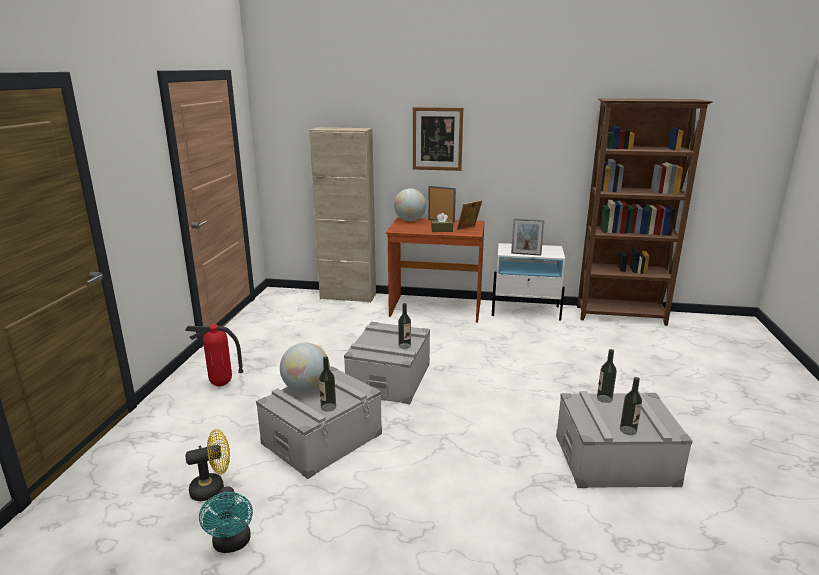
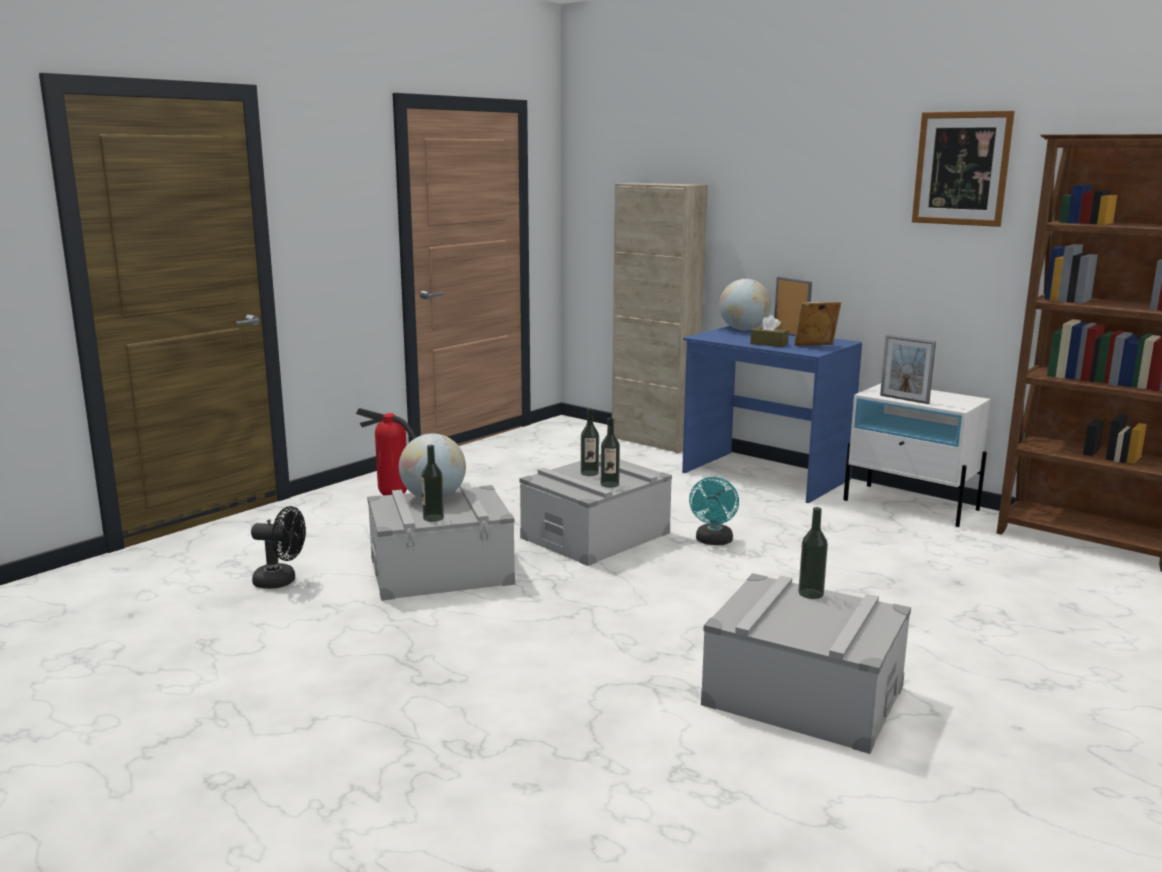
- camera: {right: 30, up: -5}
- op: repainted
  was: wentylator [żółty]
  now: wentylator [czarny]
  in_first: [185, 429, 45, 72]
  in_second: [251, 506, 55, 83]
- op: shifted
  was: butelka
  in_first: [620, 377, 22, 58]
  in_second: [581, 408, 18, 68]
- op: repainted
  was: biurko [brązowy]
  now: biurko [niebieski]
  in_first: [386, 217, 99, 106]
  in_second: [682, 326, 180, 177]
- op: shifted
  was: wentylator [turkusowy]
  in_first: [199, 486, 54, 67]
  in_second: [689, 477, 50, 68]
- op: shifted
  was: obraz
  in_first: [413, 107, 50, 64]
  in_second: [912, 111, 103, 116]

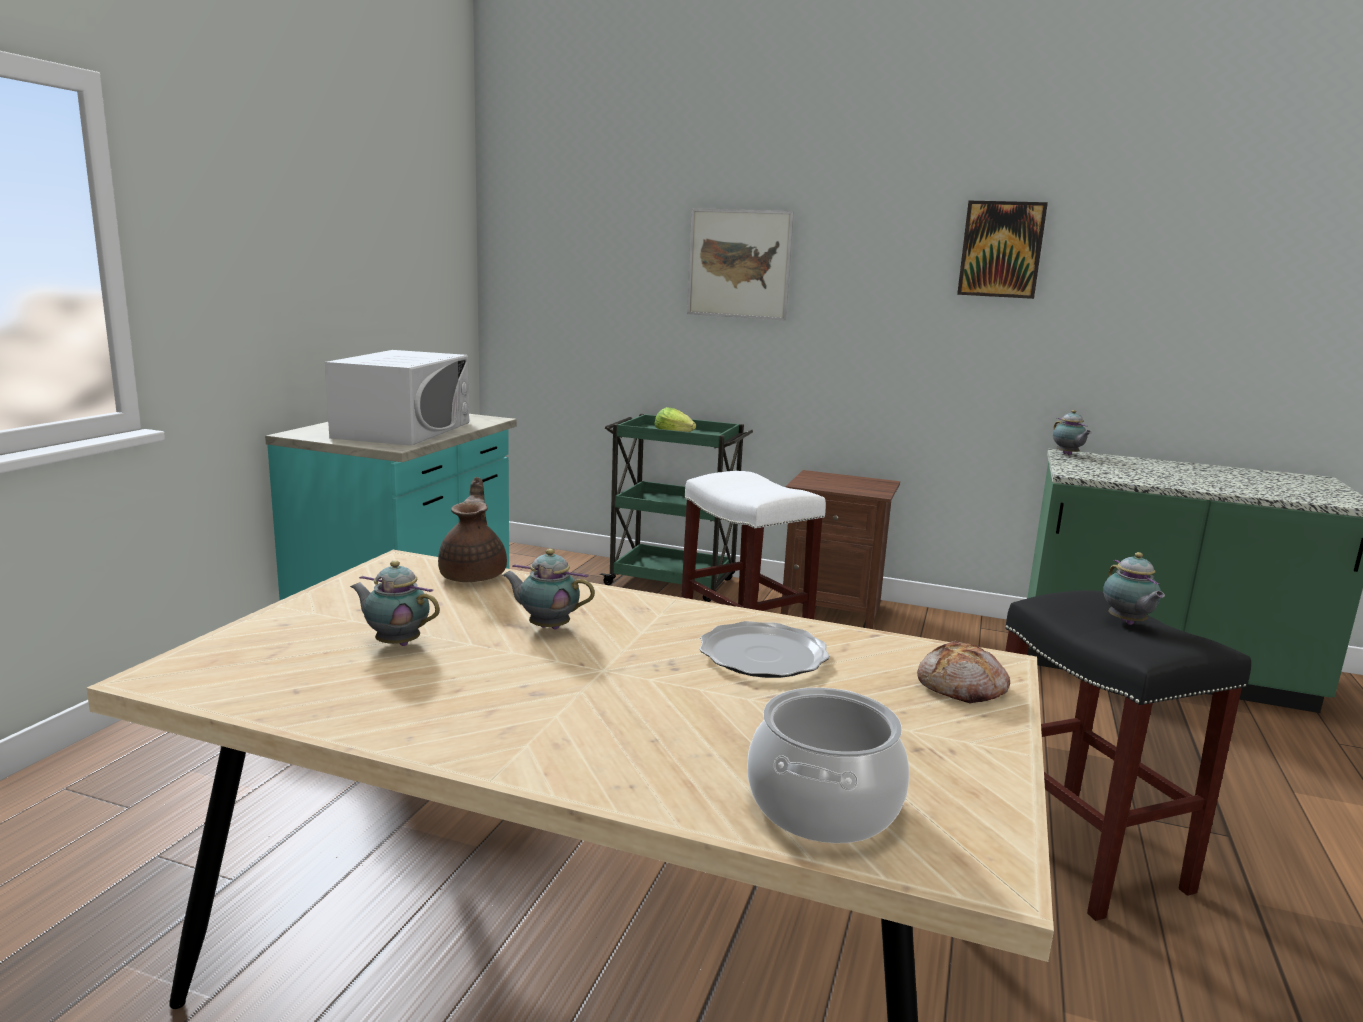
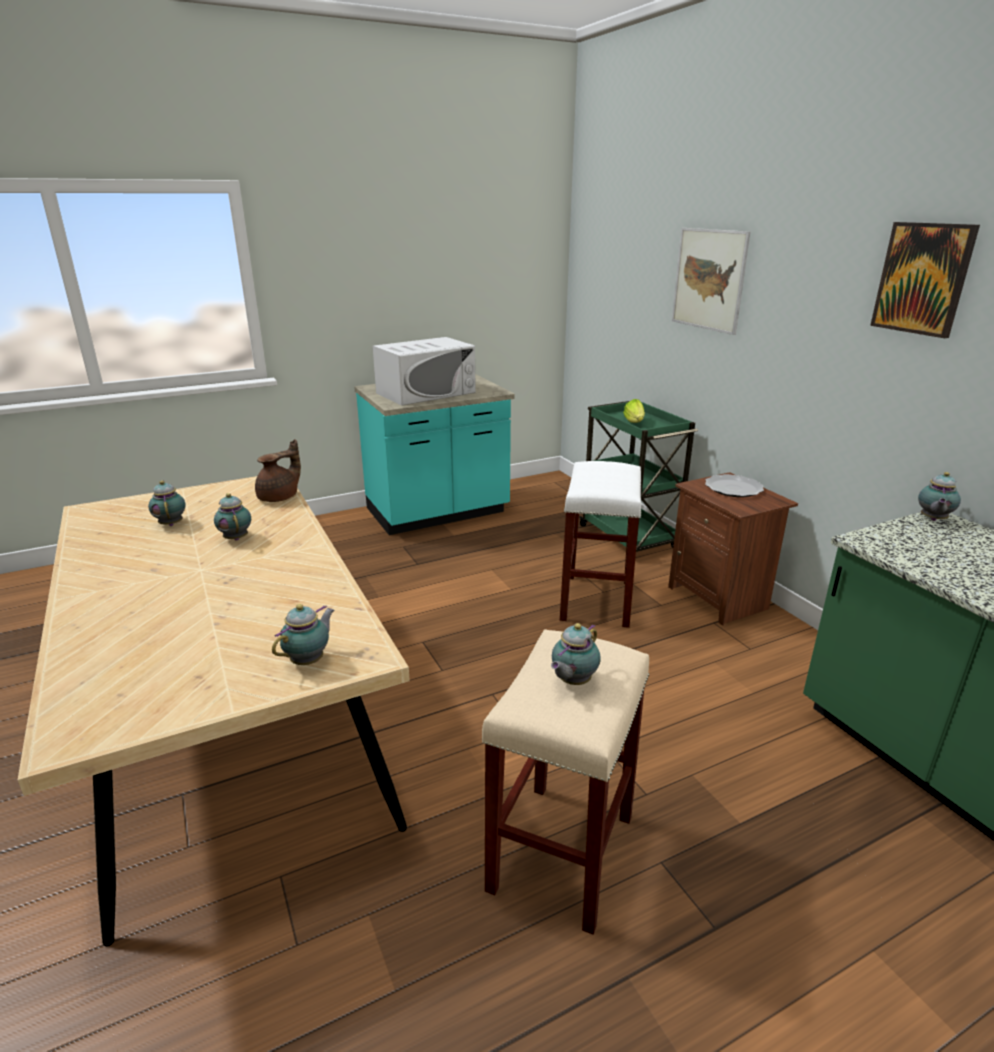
- camera: {right: 45, up: 10}
- op: swapped
  was: chleb
  now: imbryk
  in_first: [917, 641, 93, 63]
  in_second: [272, 604, 62, 61]
- op: repainted
  was: stołek [czarny]
  now: stołek [beżowy]
  in_first: [1005, 590, 246, 331]
  in_second: [482, 630, 167, 305]
- op: shifted
  was: talerz
  in_first: [700, 621, 130, 57]
  in_second: [705, 474, 59, 23]
- op: gone
  was: garnek
  in_first: [747, 687, 162, 157]

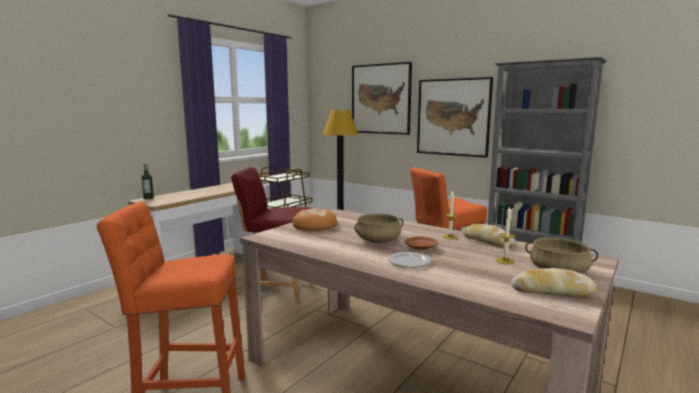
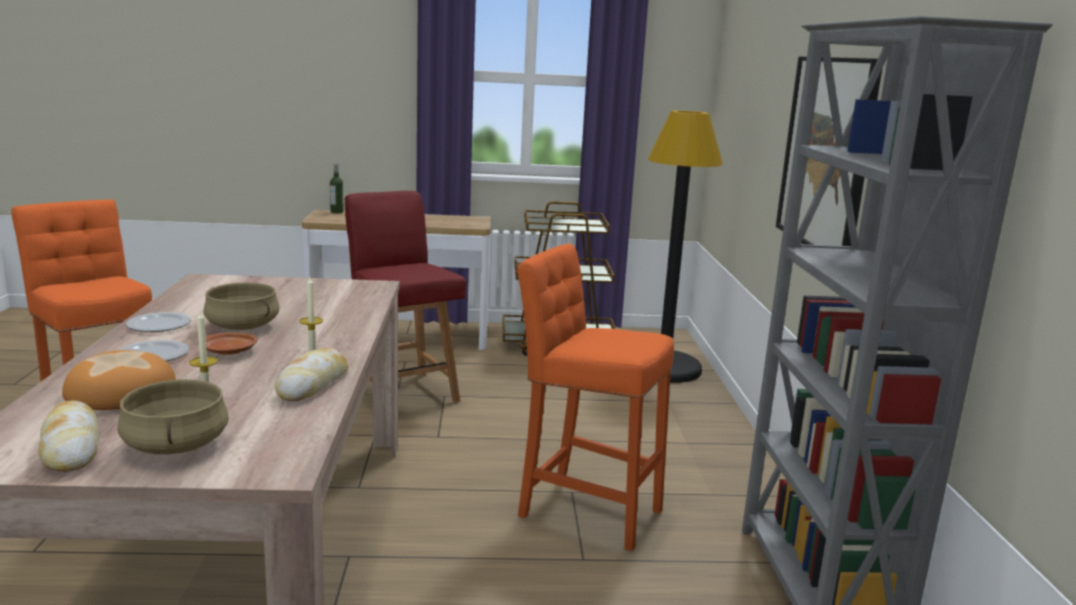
- camera: {right: 50, up: 5}
- op: shifted
  was: chleb
  in_first: [292, 208, 45, 23]
  in_second: [62, 350, 114, 60]
- op: new
  now: talerz
  in_second: [126, 312, 65, 20]
- op: gone
  was: obraz
  in_first: [352, 62, 60, 73]

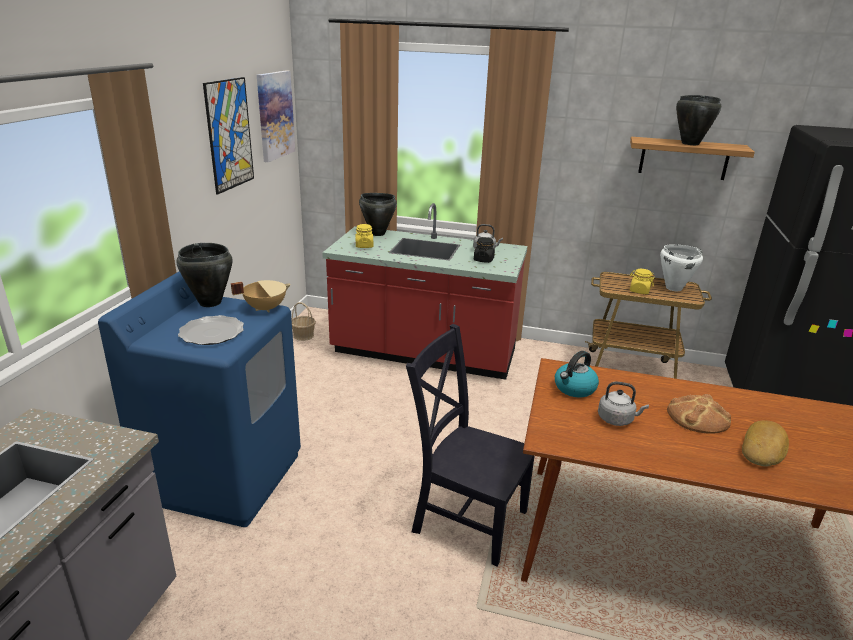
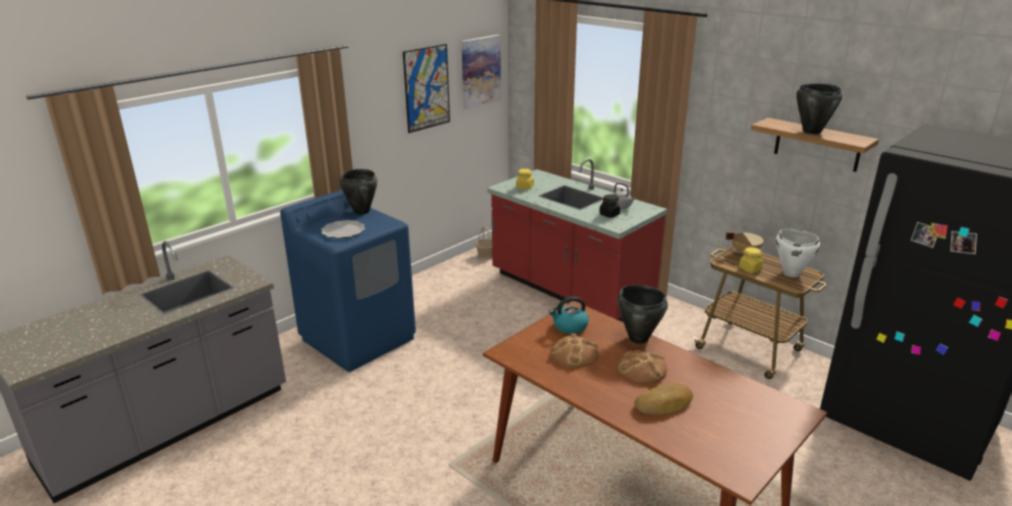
- camera: {right: 30, up: 0}
- op: swapped
  was: czajnik [szary]
  now: chleb
  in_first: [598, 382, 51, 44]
  in_second: [550, 333, 49, 35]
- op: shifted
  was: garnek [czarny]
  in_first: [359, 193, 38, 43]
  in_second: [617, 285, 51, 59]
- op: shifted
  was: garnek [beżowy]
  in_first: [231, 280, 60, 33]
  in_second: [726, 232, 41, 21]
- op: gone
  was: krzesło [czarny]
  in_first: [406, 324, 129, 242]

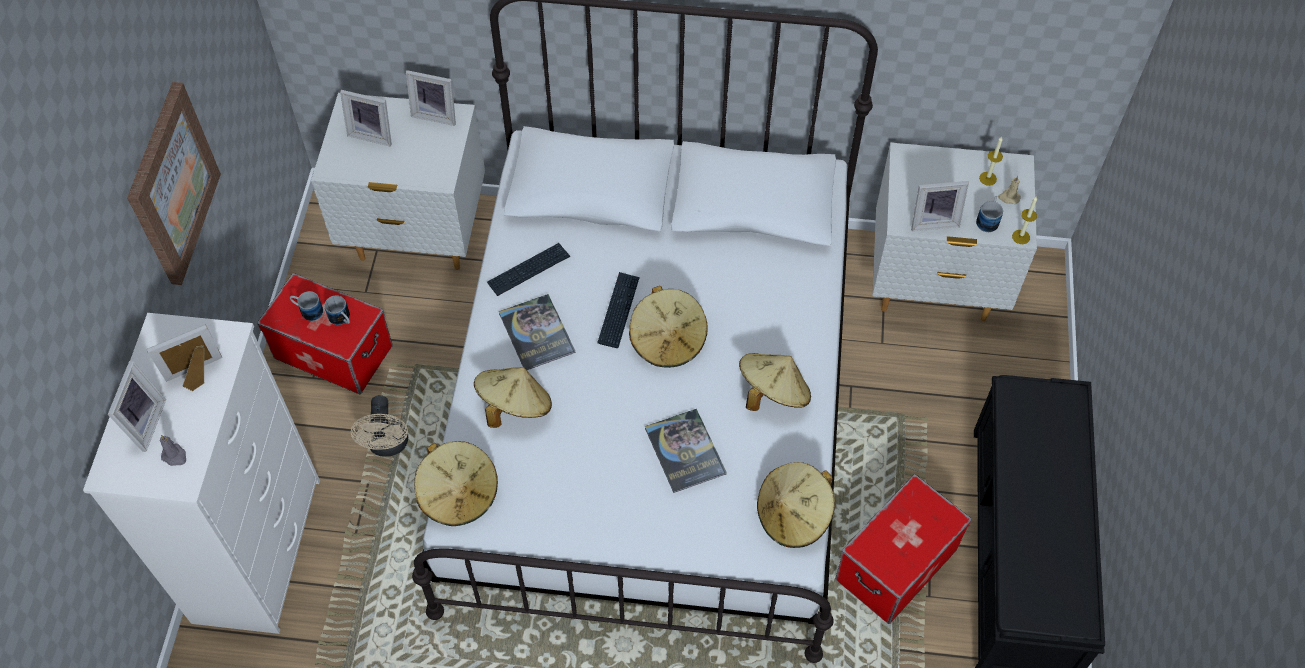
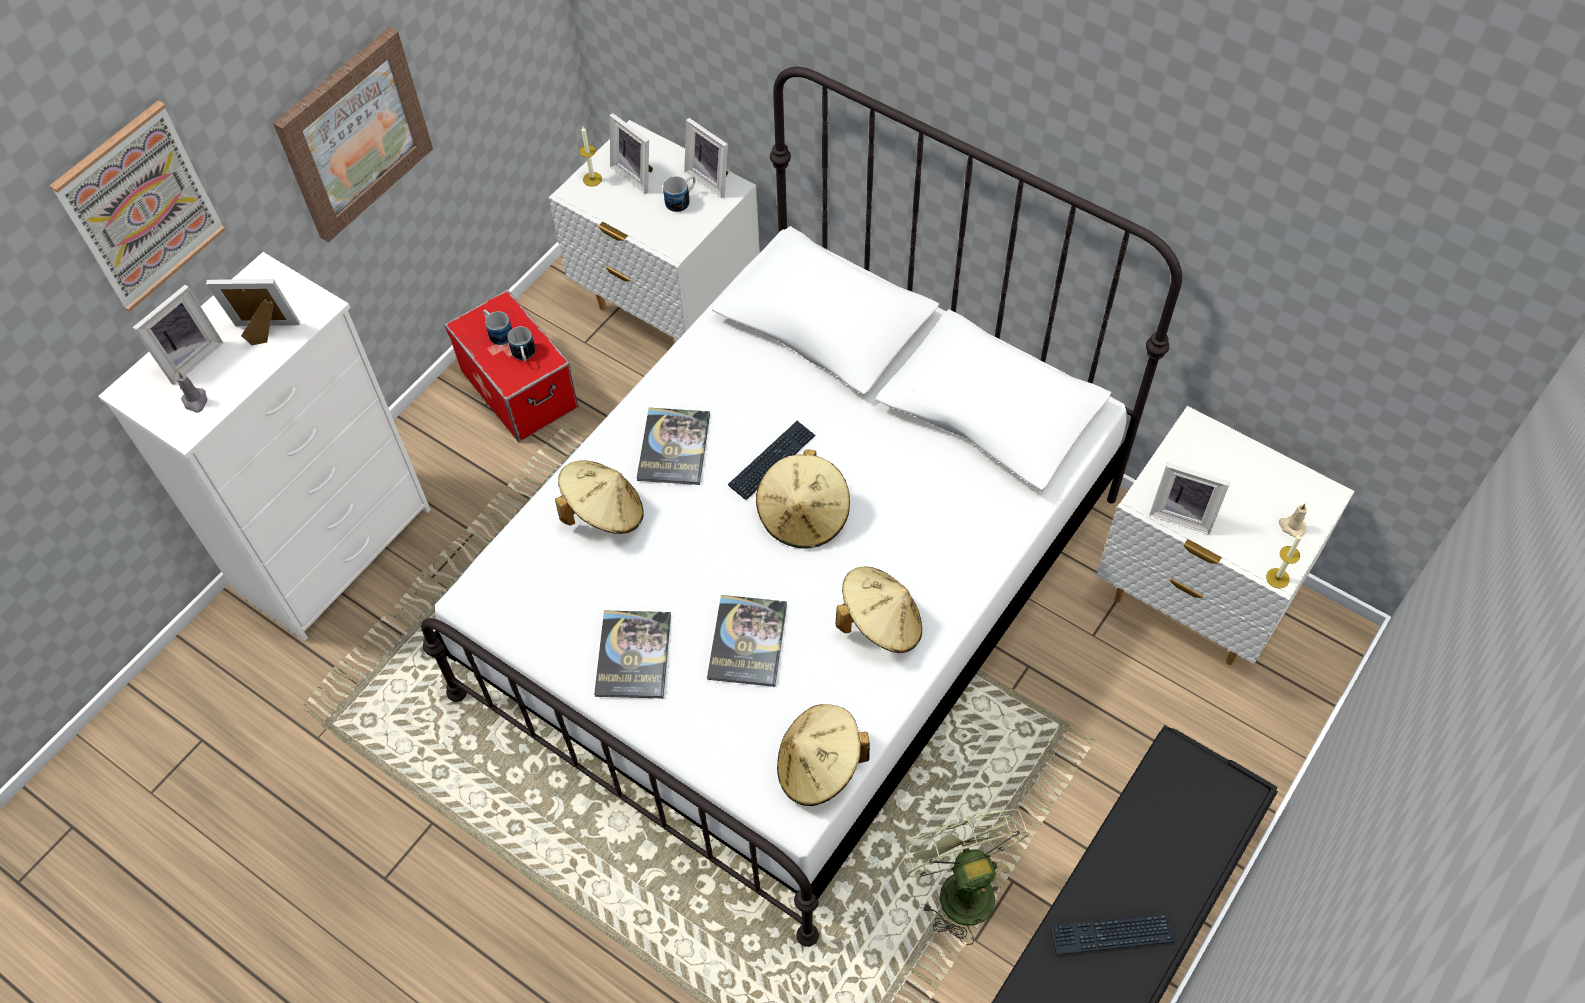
- camera: {right: 30, up: 0}
- op: new
  now: obraz
  in_second: [49, 100, 177, 212]
- op: shifted
  was: świeca
  in_first: [979, 137, 24, 49]
  in_second: [579, 127, 23, 60]
- op: new
  now: książka
  in_second: [594, 610, 77, 88]
- op: shifted
  was: kubek
  in_first: [976, 196, 27, 36]
  in_second: [663, 176, 33, 36]
- op: swapped
  was: pojemnik do przechowywania
  now: wentylator [zielony]
  in_first: [835, 474, 137, 150]
  in_second: [902, 809, 127, 136]
- op: shifted
  was: klawiatura
  in_first: [487, 243, 83, 53]
  in_second: [1051, 913, 123, 42]
- op: gone
  was: wentylator [beżowy]
  in_first: [351, 395, 57, 62]
- op: gone
  was: kapelusz [beżowy]
  in_first: [414, 441, 84, 85]

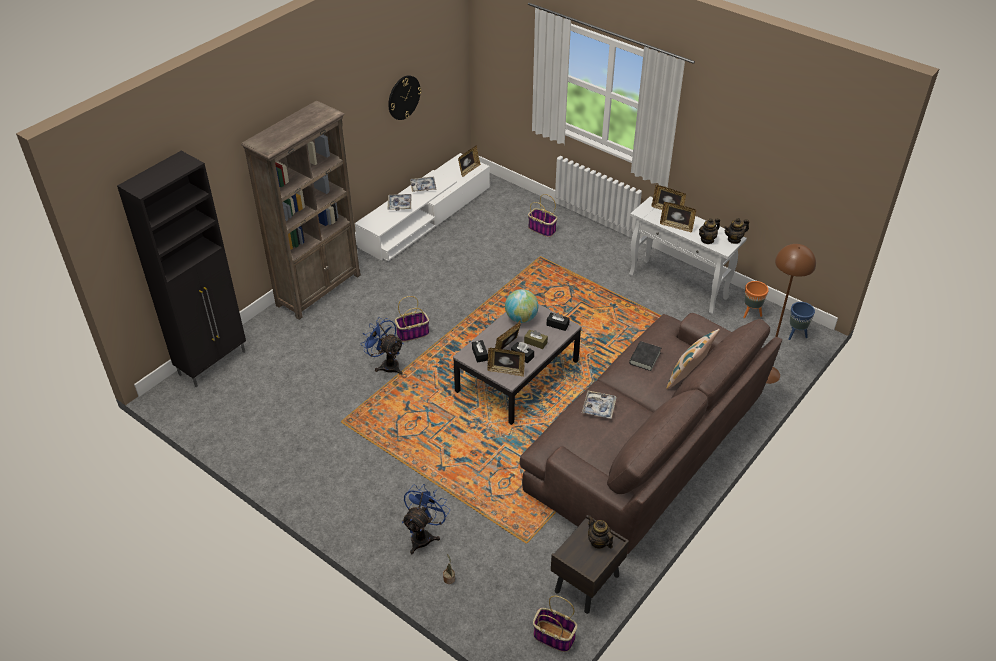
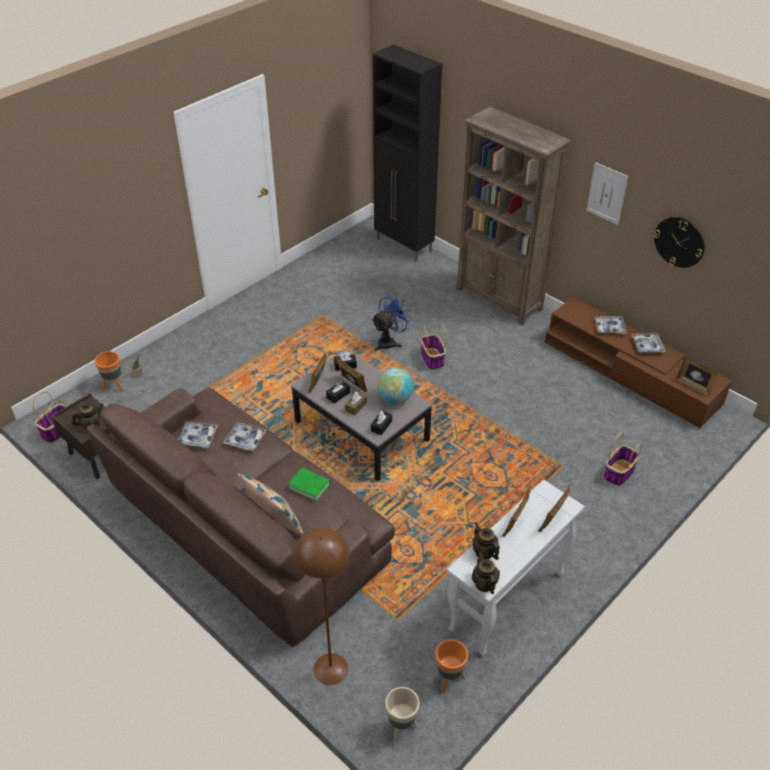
- camera: {right: 95, up: 0}
- op: new
  now: donica [pomarańczowy]
  in_second: [94, 351, 29, 40]
- op: new
  now: taca
  in_second: [178, 421, 40, 27]
- op: repainted
  was: książka [czarny]
  now: książka [zielony]
  in_first: [629, 341, 32, 30]
  in_second: [288, 468, 43, 34]
- op: repainted
  was: donica [niebieski]
  now: donica [beżowy]
  in_first: [788, 302, 27, 38]
  in_second: [385, 687, 35, 54]
- op: repainted
  was: szafka pod telewizor [biały]
  now: szafka pod telewizor [brązowy]
  in_first: [355, 153, 135, 108]
  in_second: [545, 297, 187, 131]
- op: new
  now: obraz
  in_second: [586, 162, 42, 63]
- op: gone
  was: wentylator [niebieski]
  in_first: [402, 484, 48, 70]

